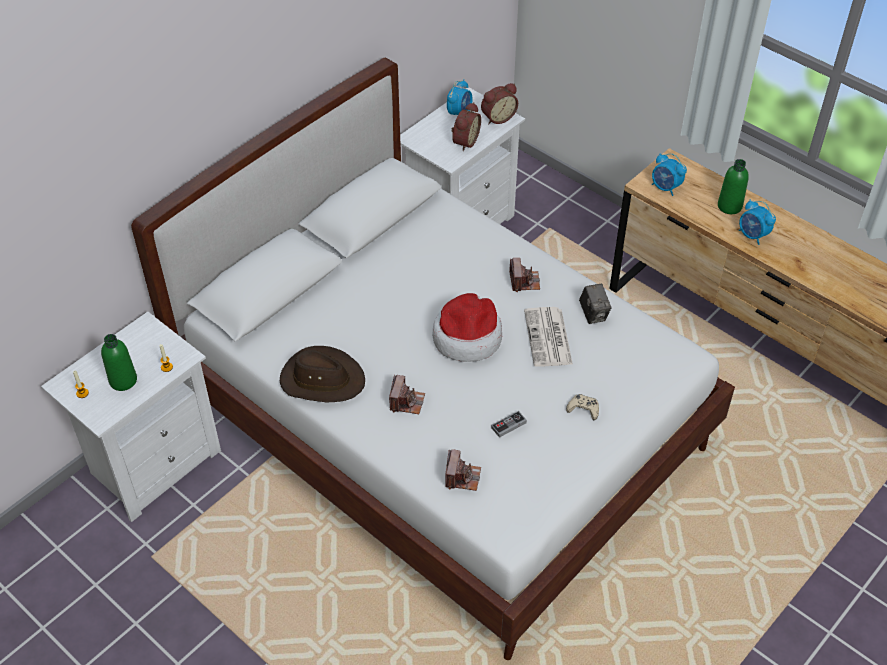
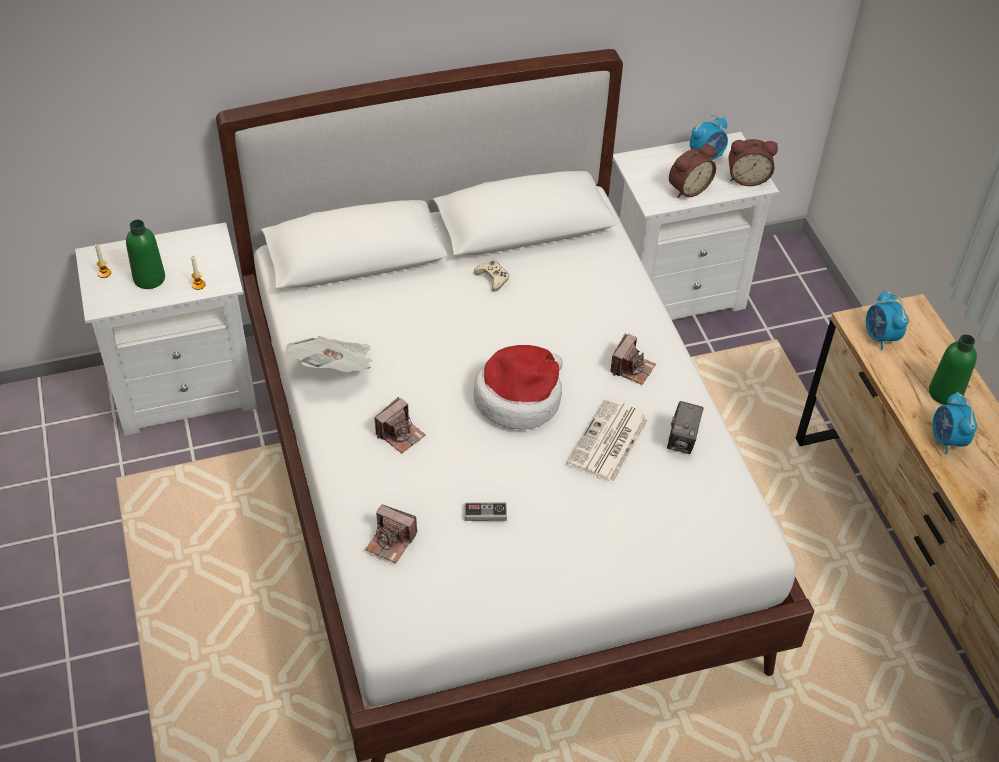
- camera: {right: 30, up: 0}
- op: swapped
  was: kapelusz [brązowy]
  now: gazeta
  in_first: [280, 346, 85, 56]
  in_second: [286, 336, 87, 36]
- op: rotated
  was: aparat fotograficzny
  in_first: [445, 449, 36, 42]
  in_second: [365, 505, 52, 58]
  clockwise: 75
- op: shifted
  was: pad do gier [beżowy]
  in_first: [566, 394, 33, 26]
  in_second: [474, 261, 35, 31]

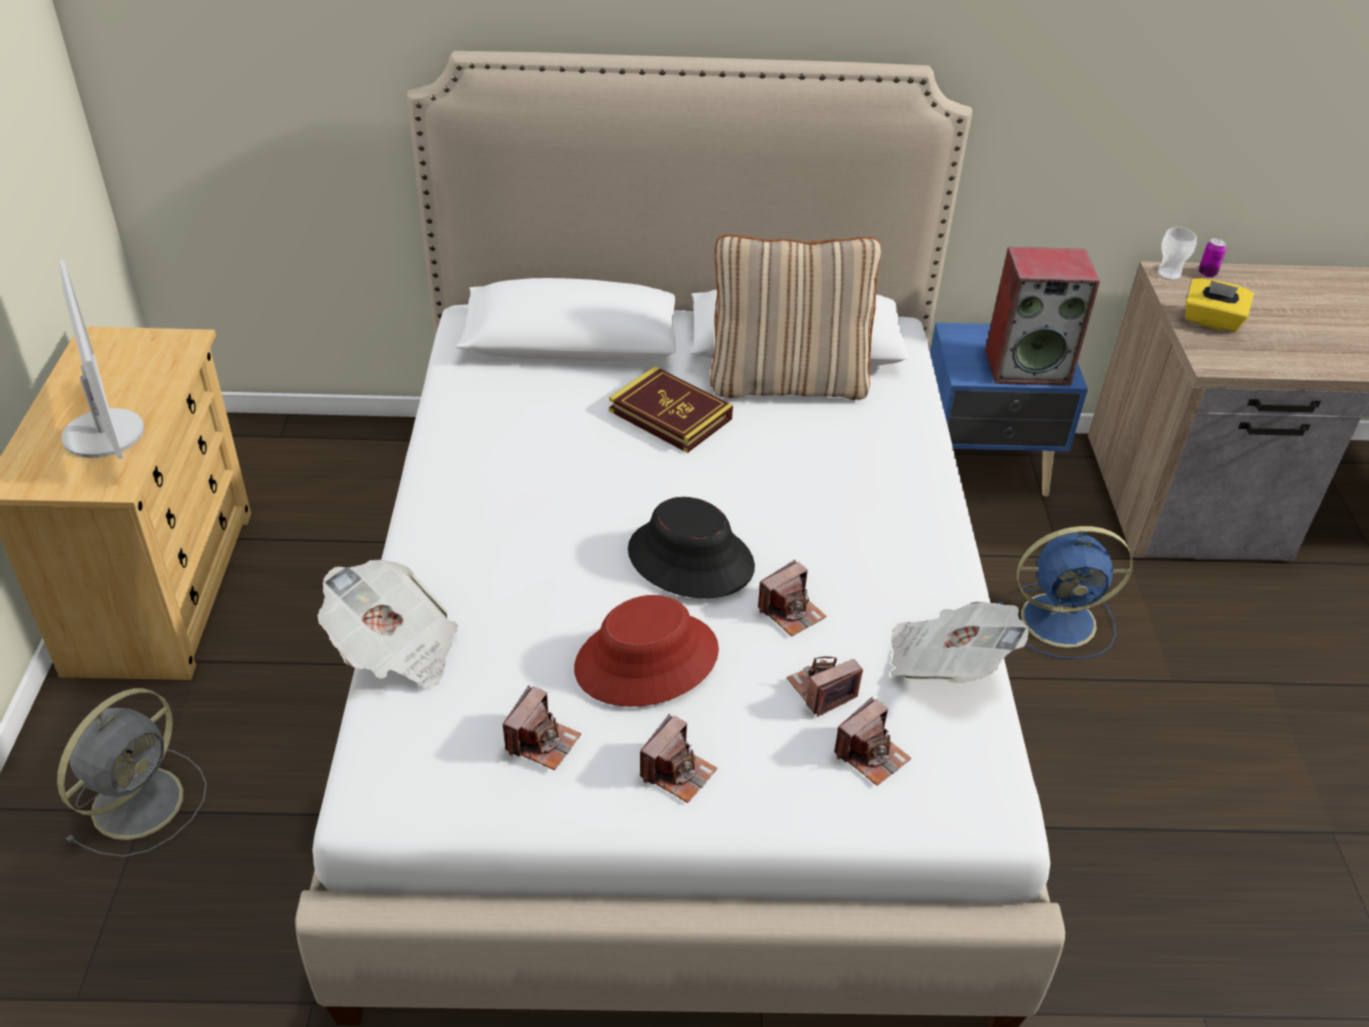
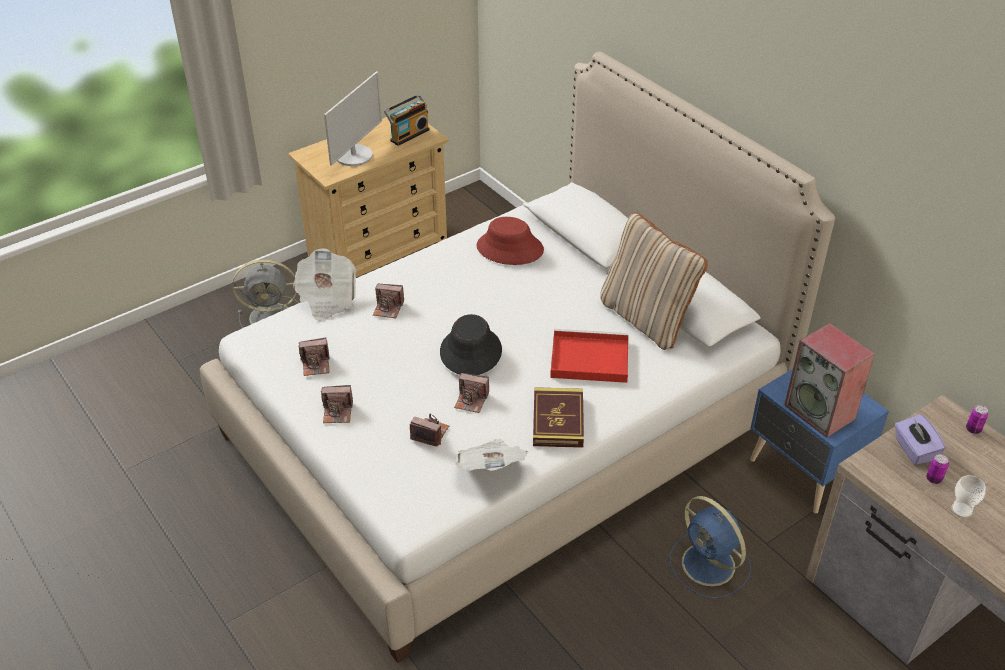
- camera: {right: 55, up: 0}
- op: shifted
  was: aparat fotograficzny
  in_first: [834, 697, 77, 89]
  in_second: [373, 284, 31, 34]
- op: new
  now: radio
  in_second: [384, 94, 46, 52]
- op: shifted
  was: kapelusz [czerwony]
  in_first: [574, 595, 145, 112]
  in_second: [477, 217, 67, 48]
- op: shifted
  was: książka
  in_first: [609, 366, 124, 87]
  in_second: [533, 387, 51, 61]
- op: new
  now: taca [czerwony]
  in_second: [550, 329, 79, 54]
- op: repainted
  was: pudełko chusteczek [żółty]
  now: pudełko chusteczek [fioletowy]
  in_first: [1186, 278, 68, 55]
  in_second: [895, 414, 50, 51]
- op: new
  now: puszka
  in_second: [926, 454, 23, 30]
- op: shifted
  was: filiżanka
  in_first: [1157, 227, 40, 53]
  in_second: [951, 475, 35, 43]

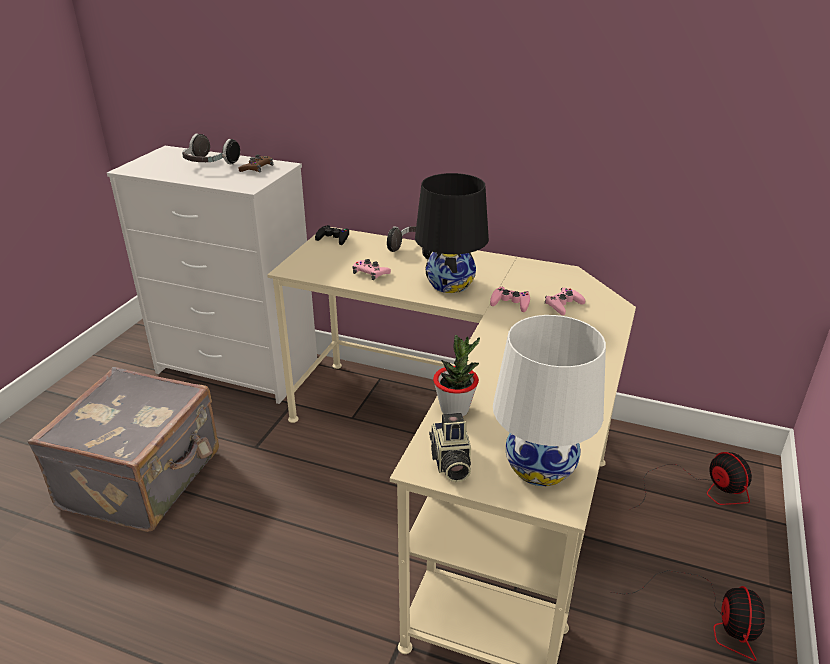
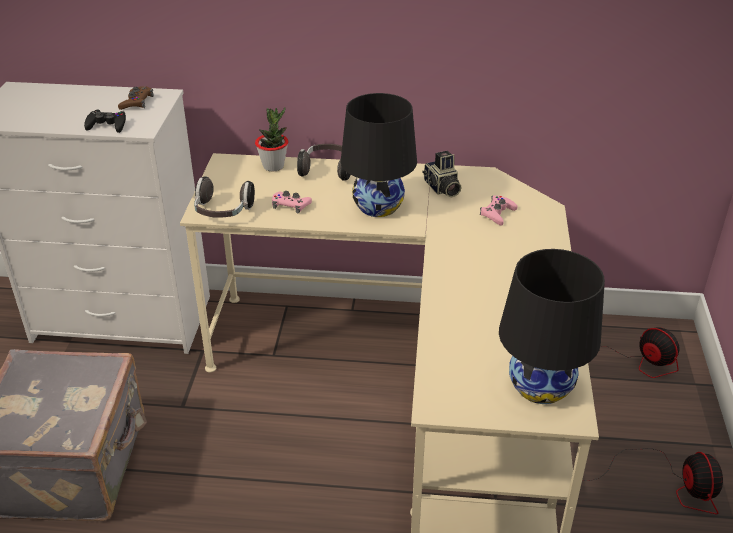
- camera: {right: -15, up: 5}
- op: shifted
  was: pad do gier [czarny]
  in_first: [315, 225, 34, 20]
  in_second: [84, 110, 42, 23]
- op: shifted
  was: słuchawki
  in_first: [182, 133, 58, 32]
  in_second: [194, 176, 61, 42]
- op: shifted
  was: roślina doniczkowa
  in_first: [433, 335, 47, 81]
  in_second: [255, 107, 33, 65]
- op: shifted
  was: aparat fotograficzny
  in_first: [429, 413, 42, 69]
  in_second: [422, 151, 40, 46]
- op: repainted
  was: lampa stołowa [biały]
  now: lampa stołowa [czarny]
  in_first: [493, 315, 113, 171]
  in_second: [499, 249, 106, 155]
- op: gone
  was: pad do gier [różowy]
  in_first: [490, 287, 40, 25]

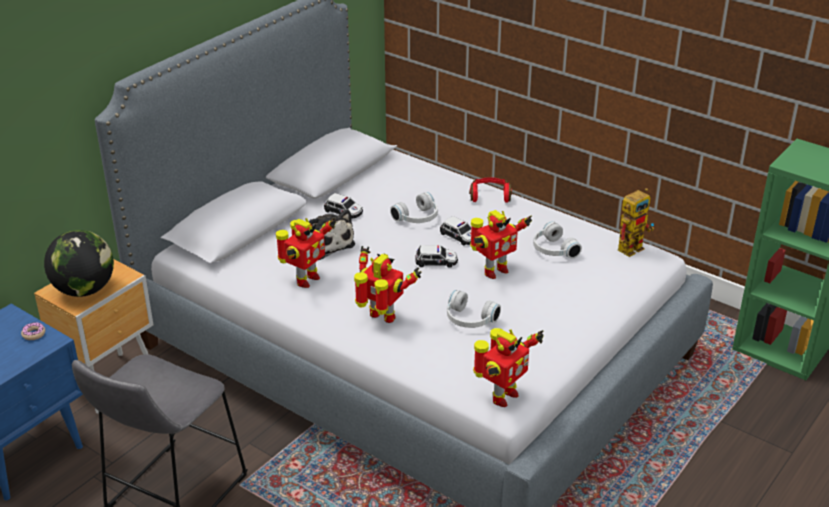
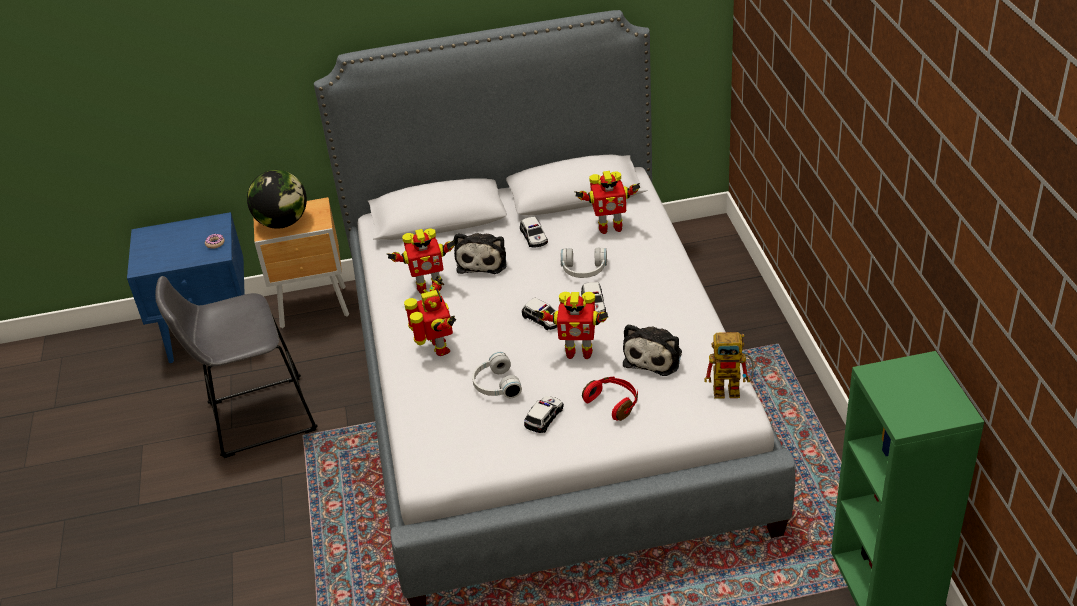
- camera: {right: 45, up: 5}
- op: new
  now: samochodzik
  in_second: [524, 396, 40, 37]
- op: shifted
  was: robot zabawkowy
  in_first: [473, 328, 71, 79]
  in_second: [575, 171, 66, 63]
- op: shifted
  was: słuchawki [czerwony]
  in_first: [469, 177, 43, 26]
  in_second: [582, 377, 56, 44]
- op: swapped
  was: słuchawki [biały]
  now: pluszak
  in_first: [533, 221, 49, 38]
  in_second: [623, 324, 59, 52]

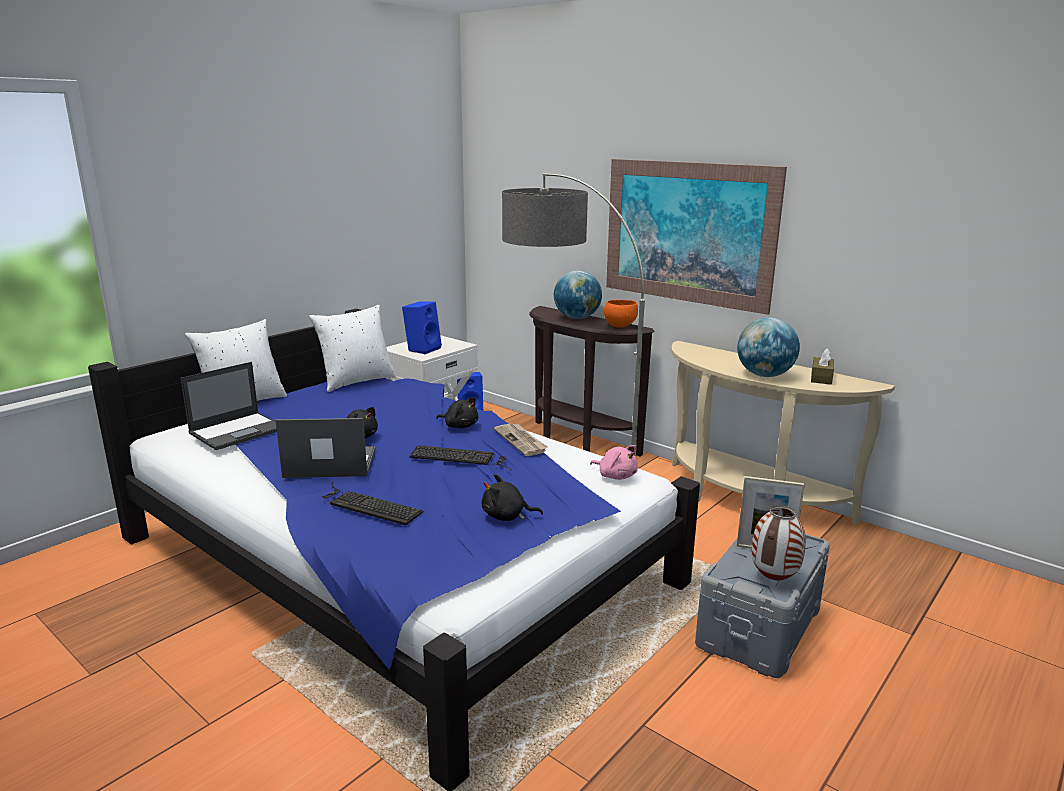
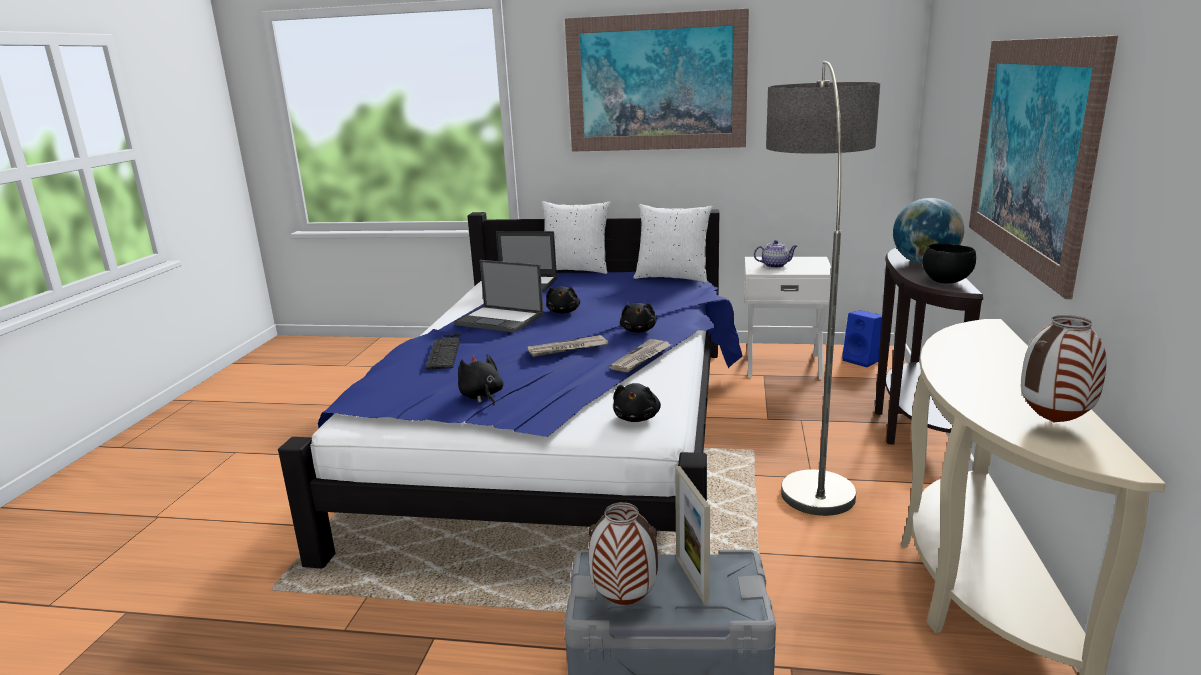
- camera: {right: 60, up: 0}
- op: rotated
  was: laptop
  in_first: [275, 418, 101, 60]
  in_second: [454, 260, 90, 72]
  clockwise: 150
- op: swapped
  was: klawiatura
  now: gazeta
  in_first: [409, 445, 103, 26]
  in_second: [528, 335, 80, 22]
- op: new
  now: obraz
  in_second: [565, 9, 184, 143]
- op: repainted
  was: pluszak [różowy]
  now: pluszak [czarny]
  in_first: [590, 445, 48, 35]
  in_second: [613, 383, 48, 39]
- op: swapped
  was: głośnik [niebieski]
  now: imbryk
  in_first: [402, 301, 40, 53]
  in_second: [754, 240, 43, 28]
- op: repainted
  was: miska [pomarańczowy]
  now: miska [czarny]
  in_first: [604, 300, 34, 28]
  in_second: [922, 243, 54, 41]
- op: swapped
  was: pudełko chusteczek [brązowy]
  now: wazon
  in_first: [811, 348, 23, 37]
  in_second: [1021, 315, 85, 107]
- op: gone
  was: globus
  in_first: [737, 317, 63, 60]

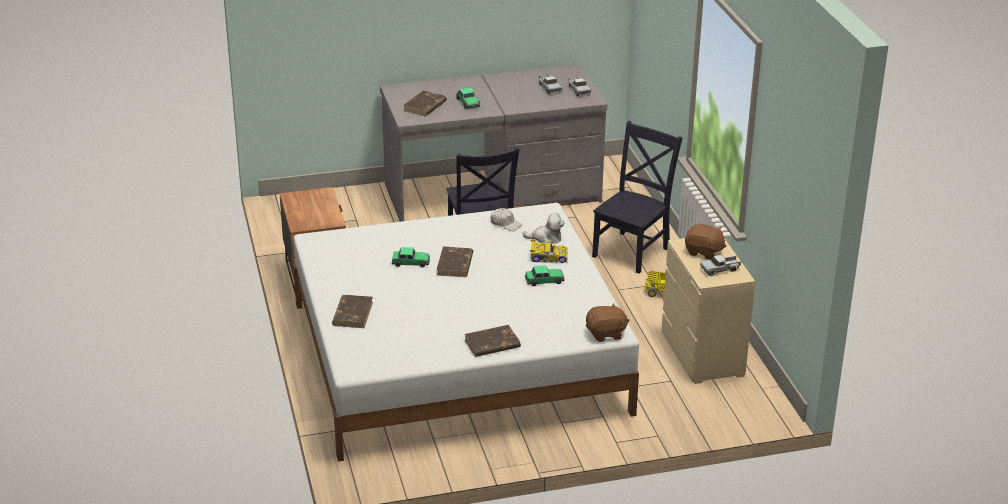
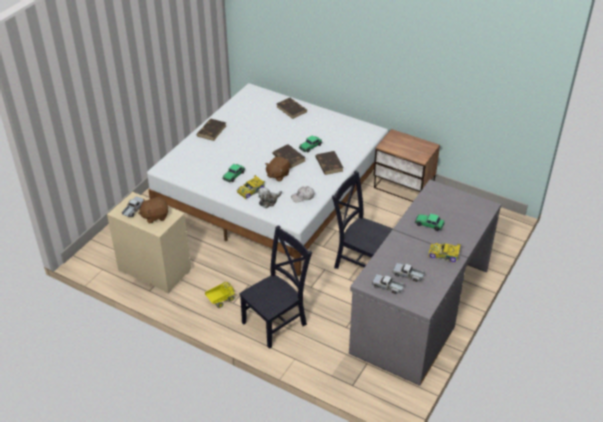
- camera: {right: 135, up: 10}
- op: rotated
  was: krzesło [czarny]
  in_first: [592, 121, 91, 152]
  in_second: [239, 225, 73, 124]
  clockwise: -120
- op: shifted
  was: pluszak [brązowy]
  in_first: [586, 303, 43, 39]
  in_second: [265, 157, 25, 25]
- op: shifted
  was: książka [brązowy]
  in_first: [403, 90, 44, 26]
  in_second: [316, 151, 27, 24]
- op: new
  now: samochodzik
  in_second: [428, 243, 33, 19]

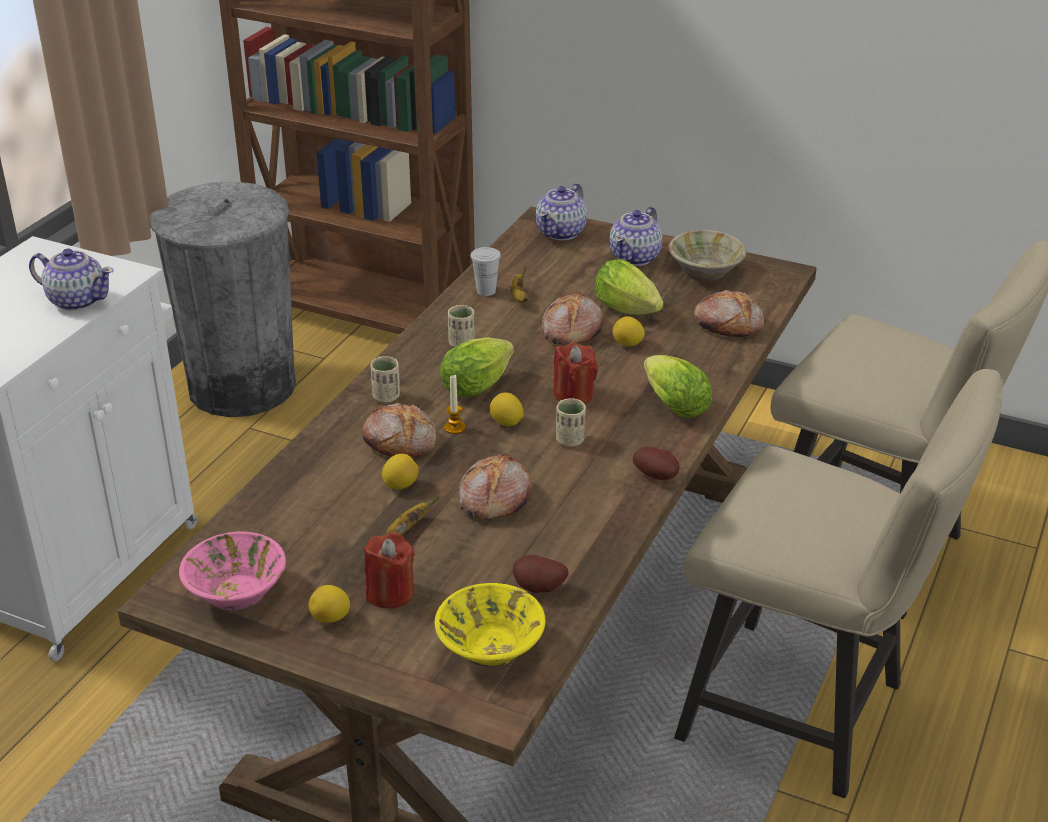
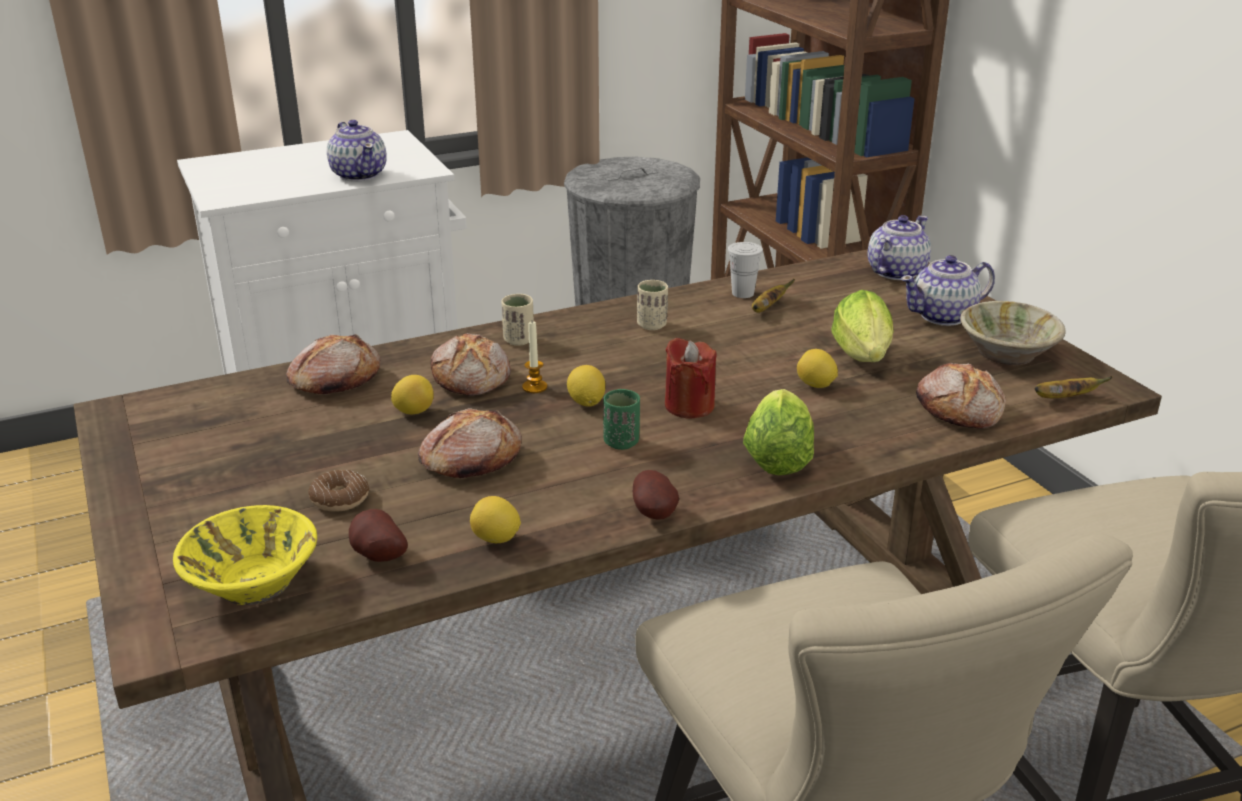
- camera: {right: 40, up: -5}
- op: shifted
  was: chleb
  in_first: [542, 291, 62, 54]
  in_second: [286, 334, 95, 60]
- op: new
  now: donut
  in_second: [308, 470, 61, 42]
- op: shifted
  was: cytryna
  in_first: [309, 585, 41, 38]
  in_second: [470, 496, 51, 47]
- op: repainted
  was: filiżanka [beżowy]
  now: filiżanka [zielony]
  in_first: [556, 398, 30, 49]
  in_second: [603, 389, 37, 61]
- op: rotated
  was: imbryk
  in_first: [536, 183, 51, 58]
  in_second: [868, 215, 63, 65]
  clockwise: 150
- op: shifted
  was: banan
  in_first: [386, 496, 53, 39]
  in_second: [1035, 376, 78, 22]
- op: gone
  was: miska [różowy]
  in_first: [179, 532, 107, 79]
- op: gone
  was: świeca [czerwony]
  in_first: [364, 532, 51, 77]
- op: gone
  was: sałata
  in_first: [440, 337, 74, 60]

